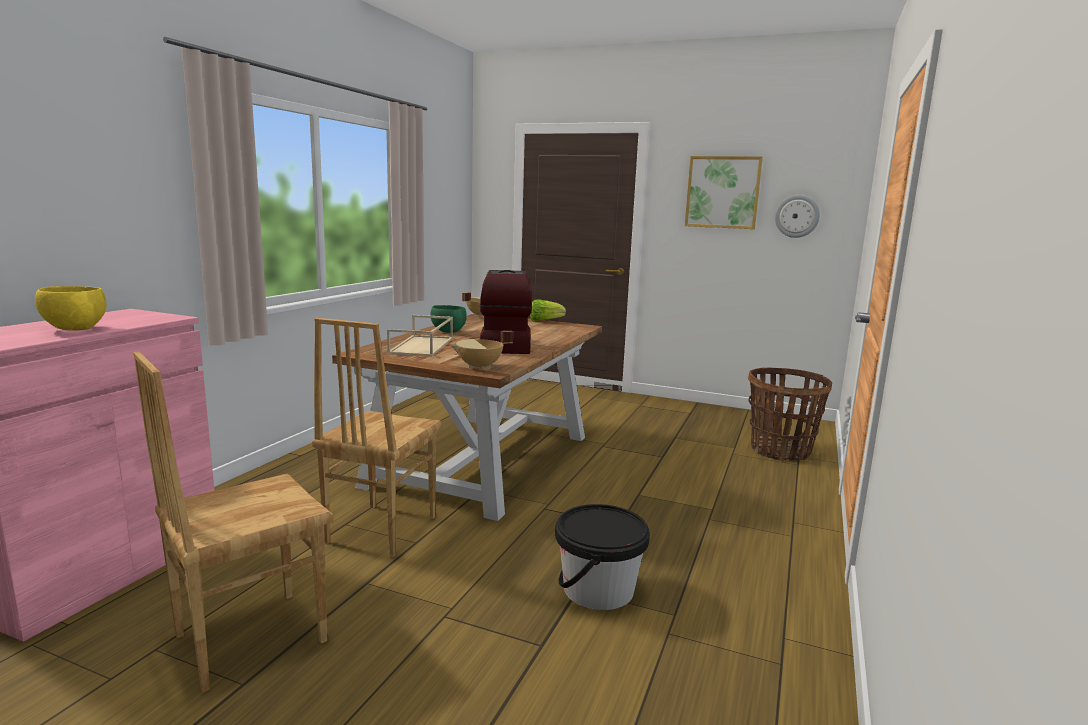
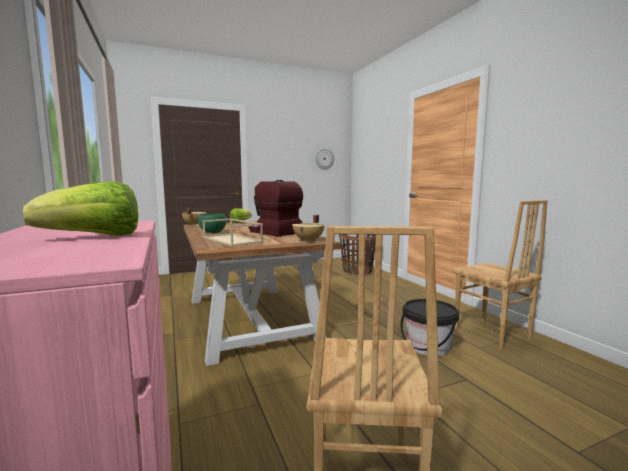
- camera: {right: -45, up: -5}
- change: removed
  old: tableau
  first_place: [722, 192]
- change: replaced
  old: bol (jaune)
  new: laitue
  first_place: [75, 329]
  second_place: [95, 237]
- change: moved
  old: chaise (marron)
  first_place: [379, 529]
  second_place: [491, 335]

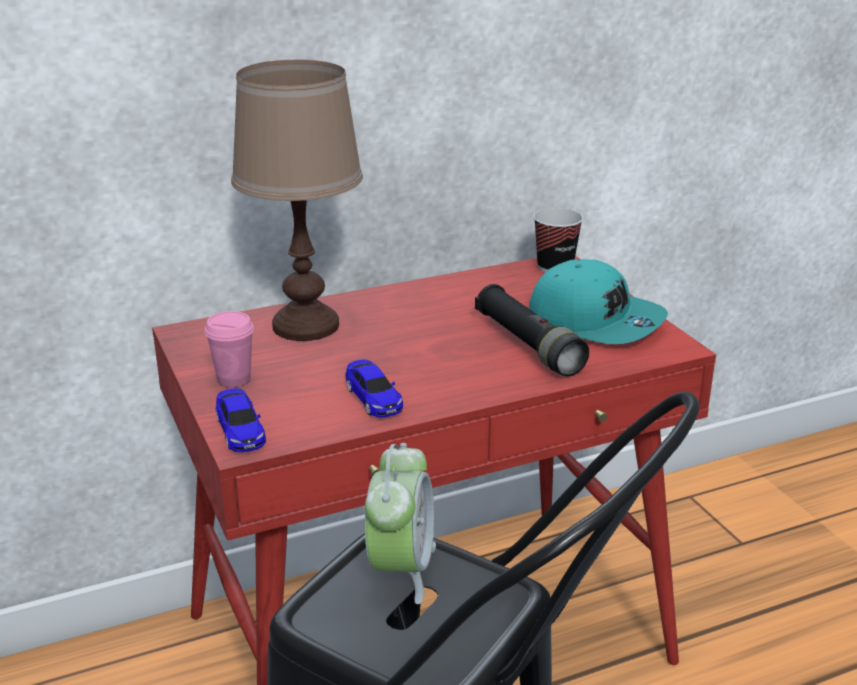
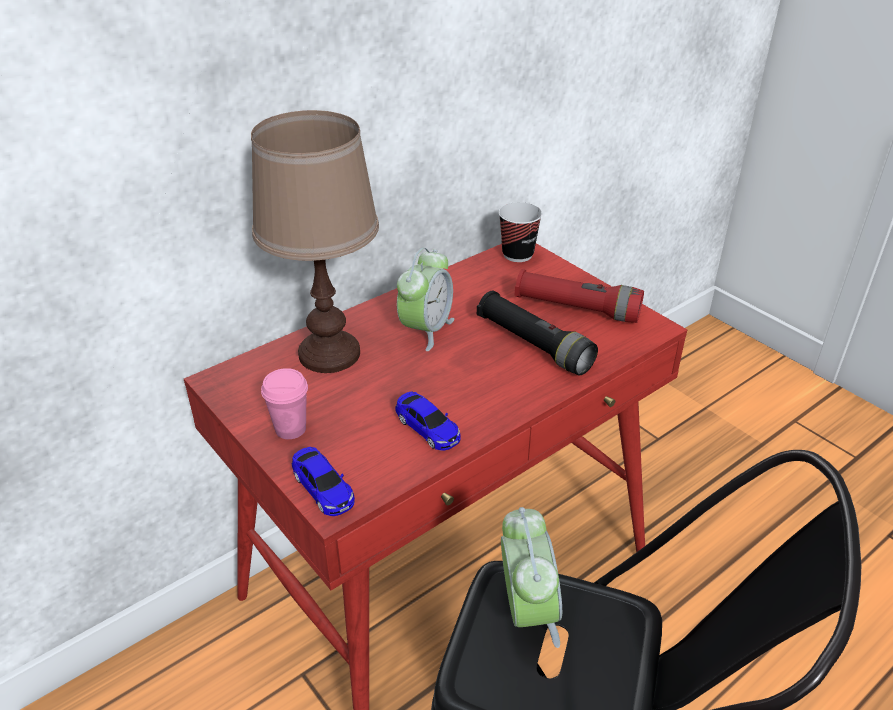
- camera: {right: -15, up: 10}
- change: replaced
  old: casquette (turquoise)
  new: lampe de poche (rouge)
  first_place: [595, 321]
  second_place: [576, 309]
- change: added
  new: réveil
  second_place: [426, 330]

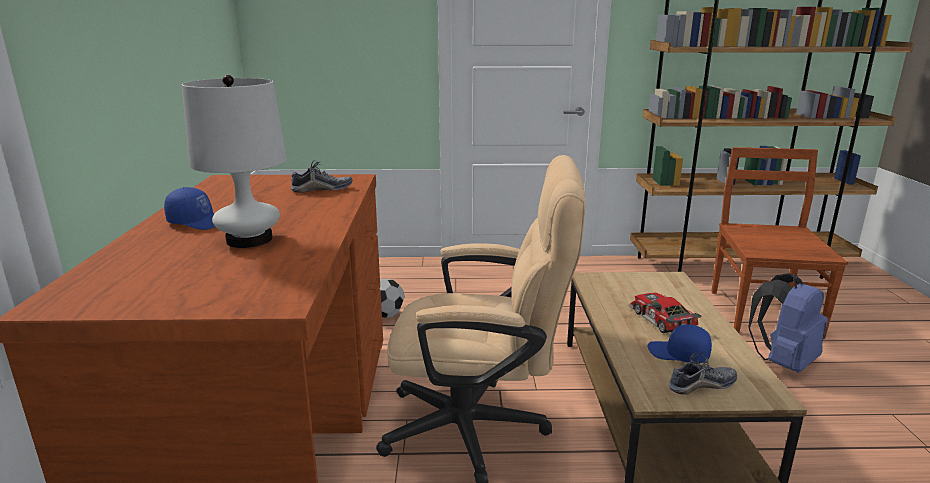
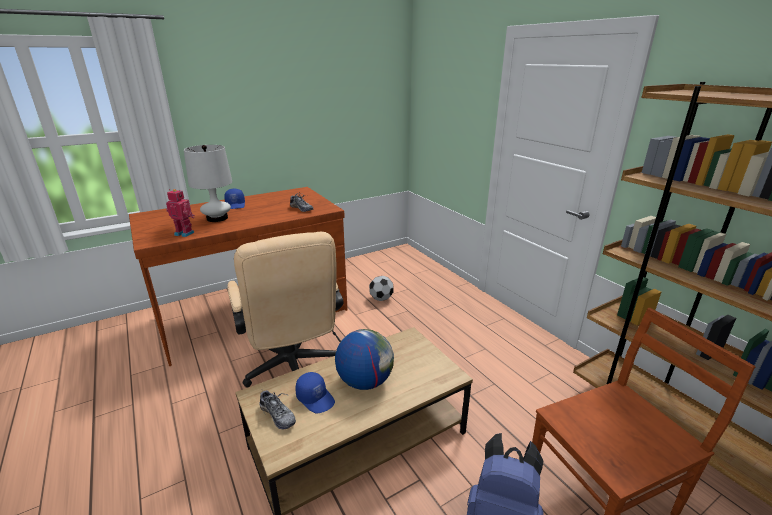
- camera: {right: 60, up: 5}
- change: replaced
  old: petite voiture
  new: globe
  first_place: [660, 320]
  second_place: [365, 381]
- change: turned
  old: casquette (bleu)
  first_place: [678, 354]
  second_place: [316, 398]
  degrees: 135
- change: added
  new: robot jouet
  second_place: [185, 233]

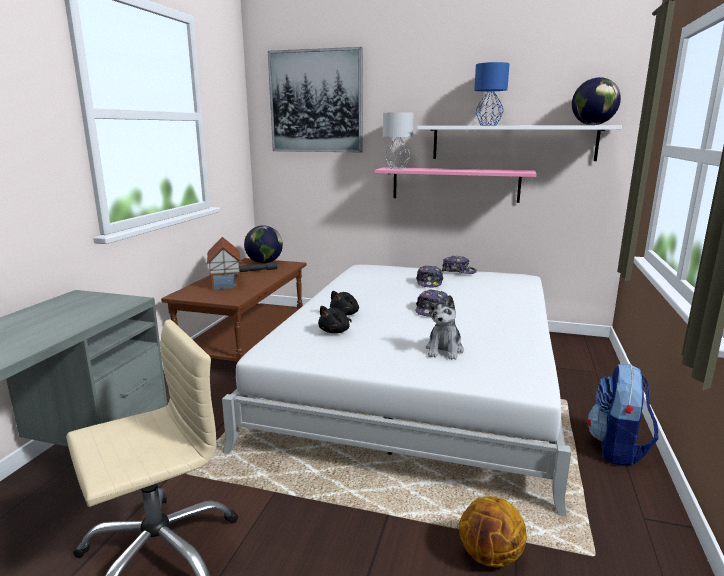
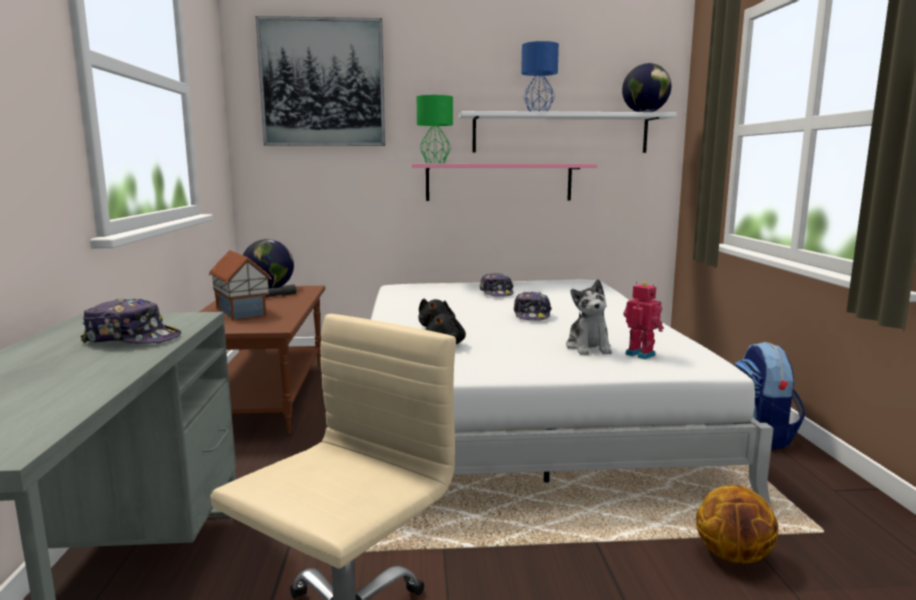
- camera: {right: -20, up: -5}
- change: recoloured
  old: lampe de table (gris)
  new: lampe de table (vert)
  first_place: [397, 168]
  second_place: [435, 163]
- change: moved
  old: casquette
  first_place: [458, 271]
  second_place: [133, 338]
- change: added
  new: robot jouet
  second_place: [641, 354]

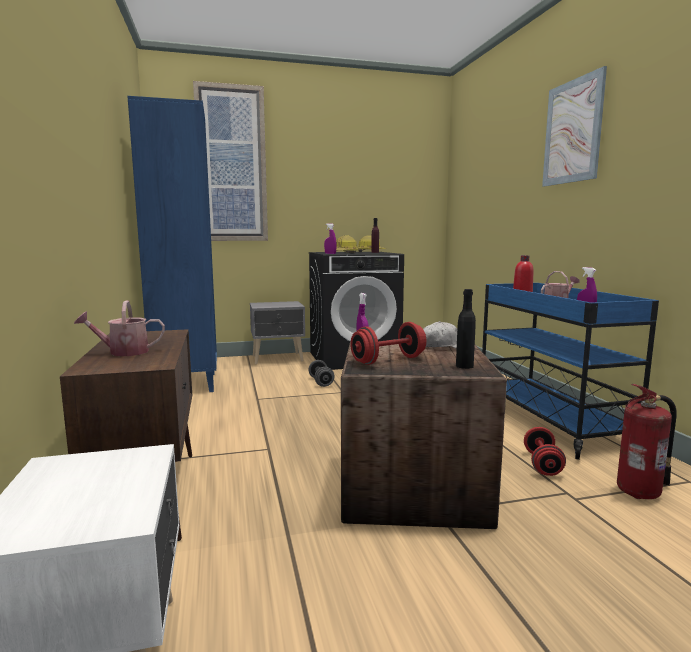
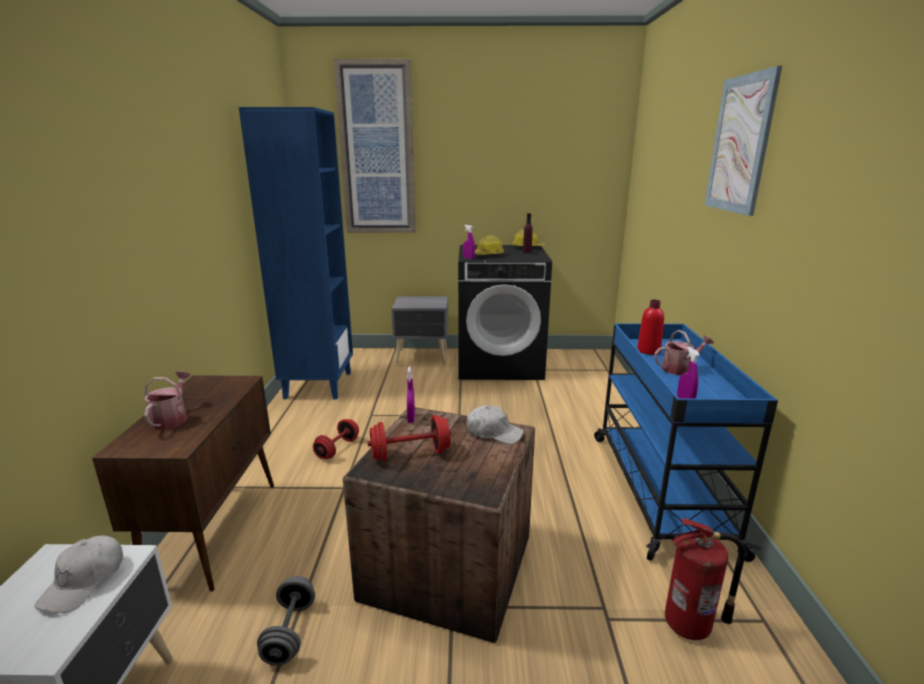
- camera: {right: 15, up: 10}
- change: removed
  old: bouteille (noir)
  first_place: [464, 366]
- change: turned
  old: arrosoir
  first_place: [123, 352]
  second_place: [172, 418]
  degrees: 90
- change: moved
  old: haltère (gris)
  first_place: [321, 382]
  second_place: [290, 632]
- change: moved
  old: haltère (rouge)
  first_place: [542, 464]
  second_place: [337, 449]
- change: added
  new: casquette (blanc)
  second_place: [84, 581]

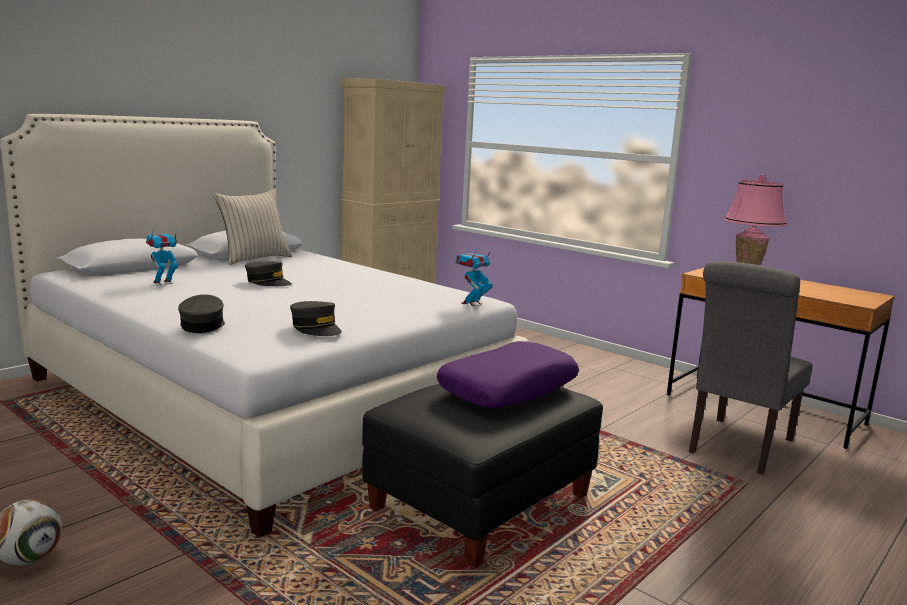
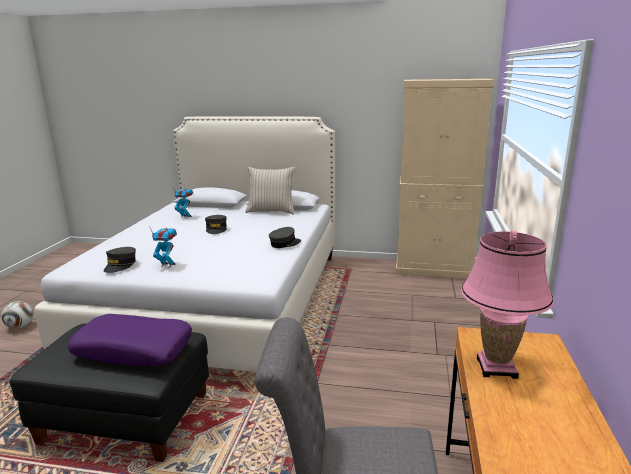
- camera: {right: 60, up: 5}
- change: moved
  old: robot jouet
  first_place: [471, 303]
  second_place: [167, 265]
- change: moved
  old: casquette (gris)
  first_place: [202, 325]
  second_place: [285, 243]

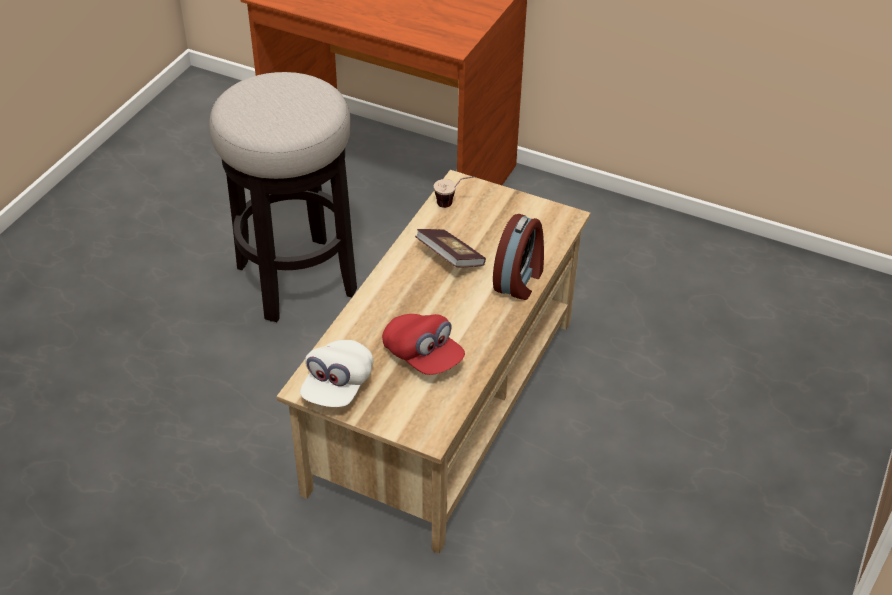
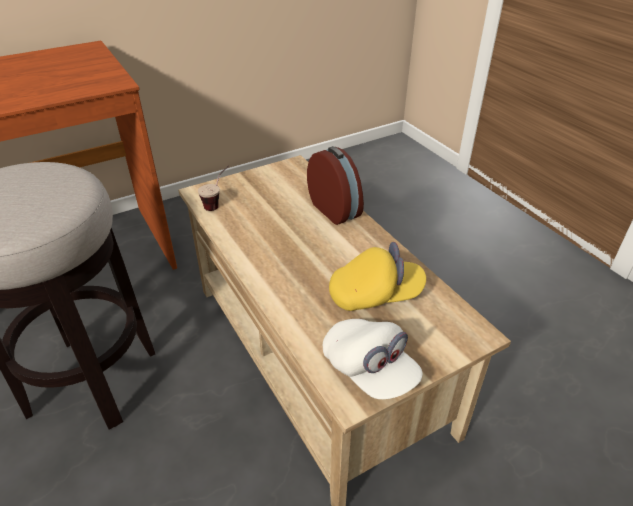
- camera: {right: -55, up: -5}
- change: removed
  old: livre
  first_place: [450, 258]
- change: recoloured
  old: casquette (rouge)
  new: casquette (jaune)
  first_place: [423, 356]
  second_place: [375, 295]

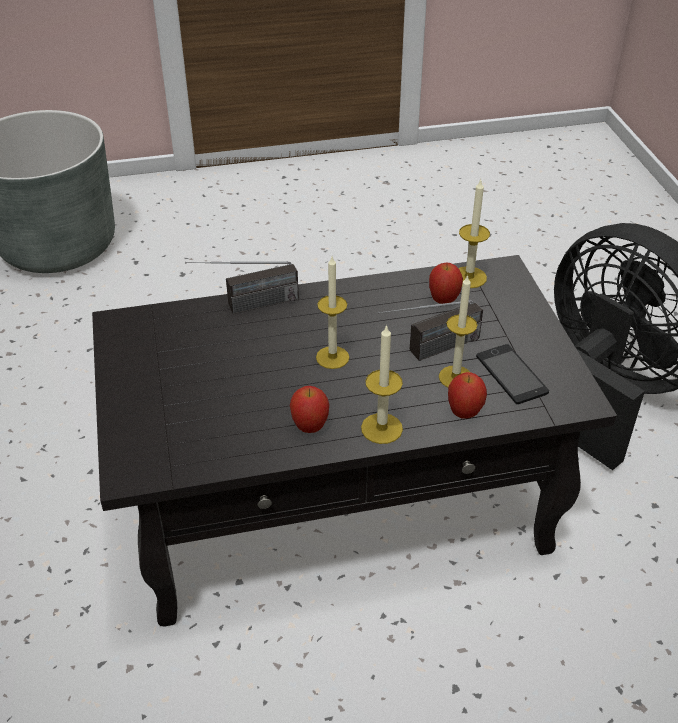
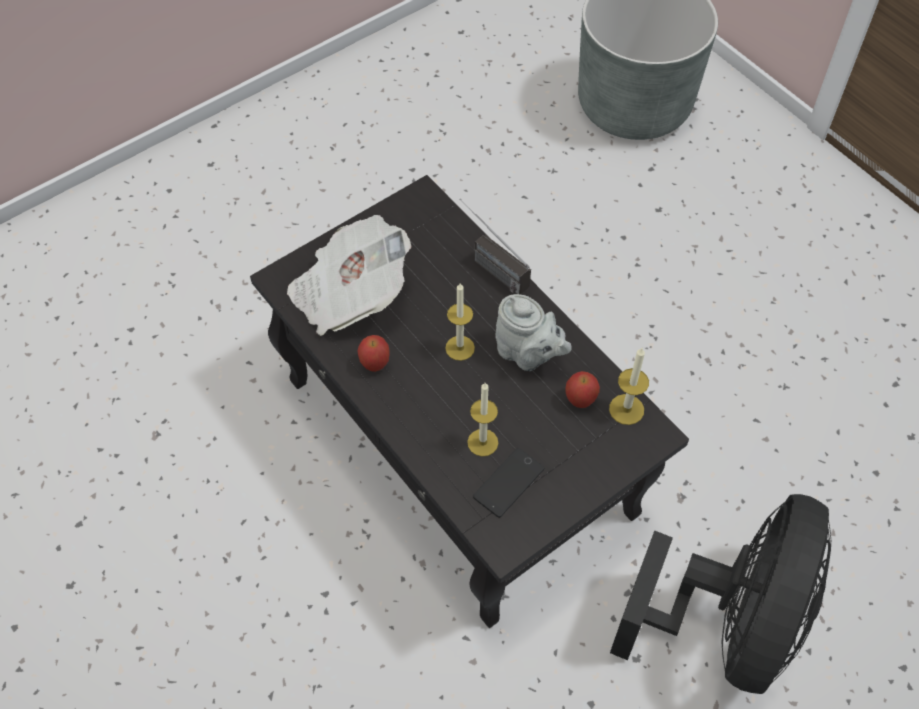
- camera: {right: 65, up: 15}
- change: removed
  old: radio
  first_place: [429, 352]
- change: removed
  old: bougie
  first_place: [381, 428]
- change: removed
  old: pomme
  first_place: [464, 413]
- change: added
  new: journal
  second_place: [349, 294]
- change: added
  new: théière (gris)
  second_place: [528, 354]

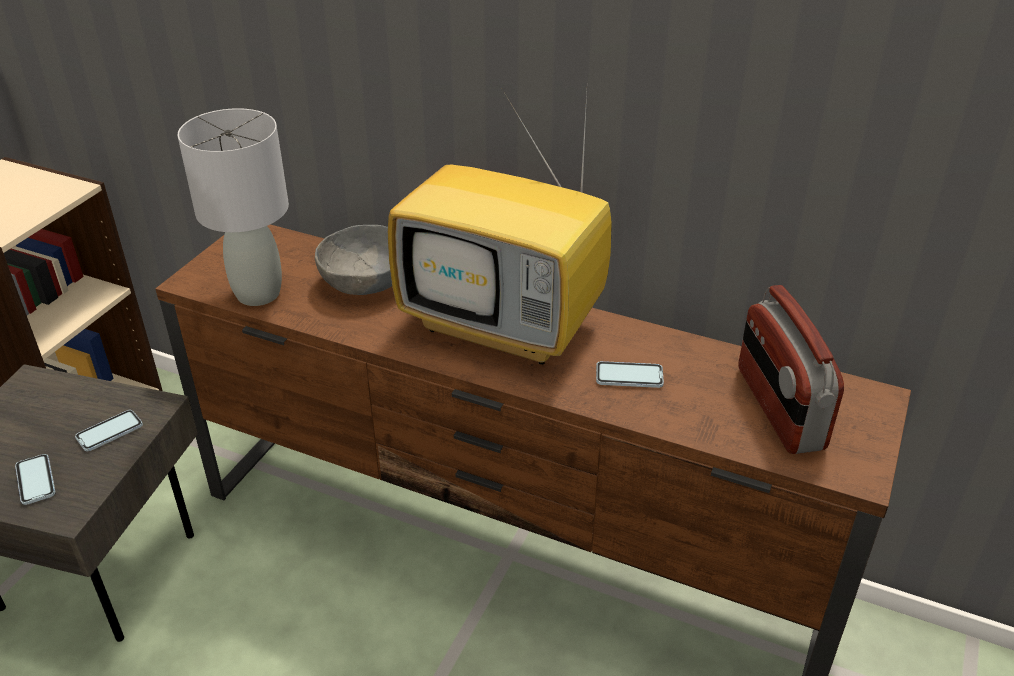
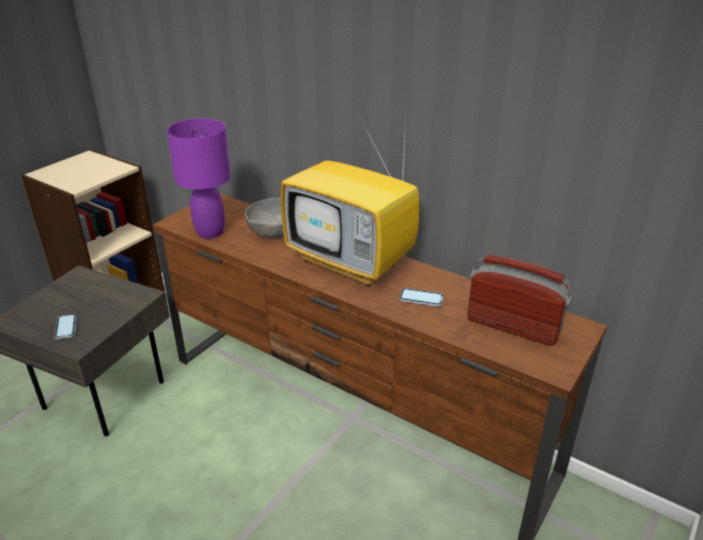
- camera: {right: 10, up: -5}
- change: recoloured
  old: lampe de table (gris)
  new: lampe de table (violet)
  first_place: [259, 294]
  second_place: [211, 232]
- change: turned
  old: radio
  first_place: [778, 408]
  second_place: [513, 326]
  degrees: 120
- change: removed
  old: téléphone
  first_place: [109, 432]

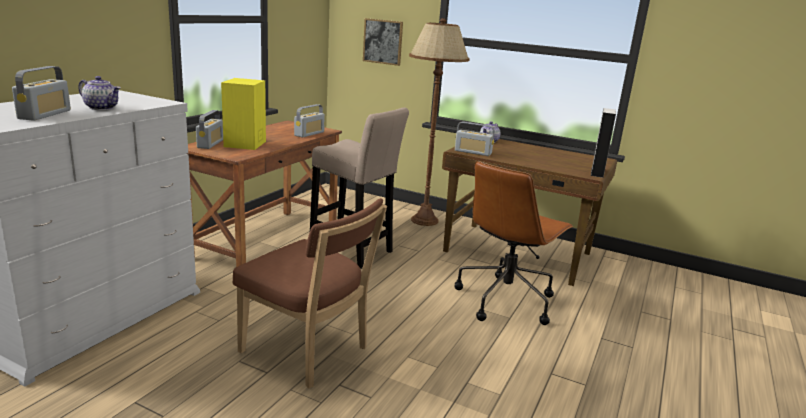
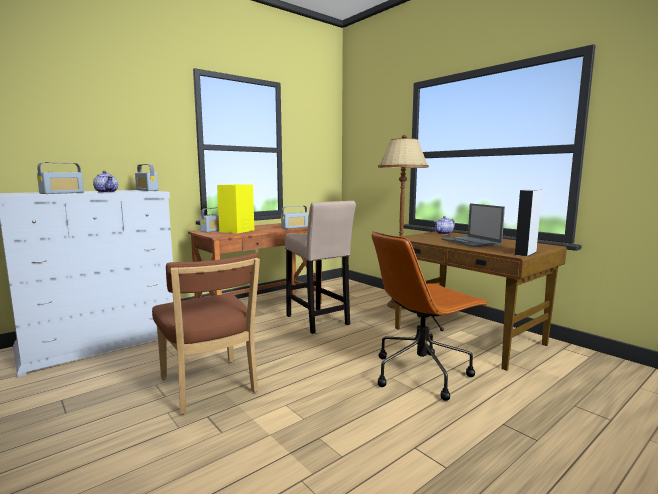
- camera: {right: 25, up: -10}
- change: removed
  old: tableau
  first_place: [383, 41]
- change: moved
  old: radio
  first_place: [473, 152]
  second_place: [147, 190]
- change: added
  new: ordinateur portable
  second_place: [471, 242]

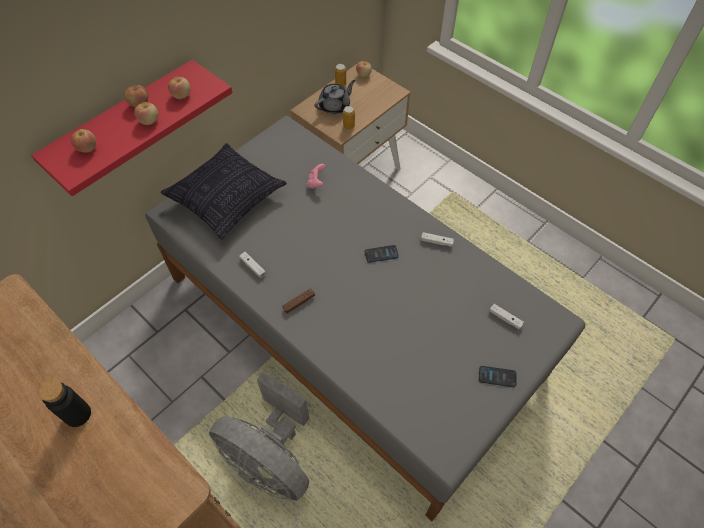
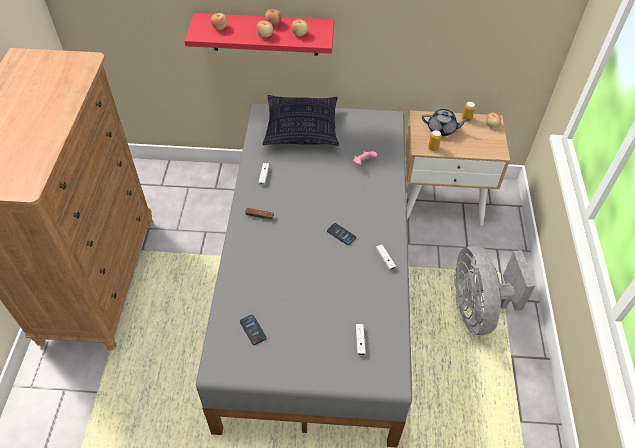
- camera: {right: 50, up: -5}
- change: moved
  old: téléphone
  first_place: [497, 376]
  second_place: [253, 330]
- change: moved
  old: ventilateur (gris)
  first_place: [271, 458]
  second_place: [477, 309]
- change: removed
  old: bouteille (noir)
  first_place: [78, 414]

